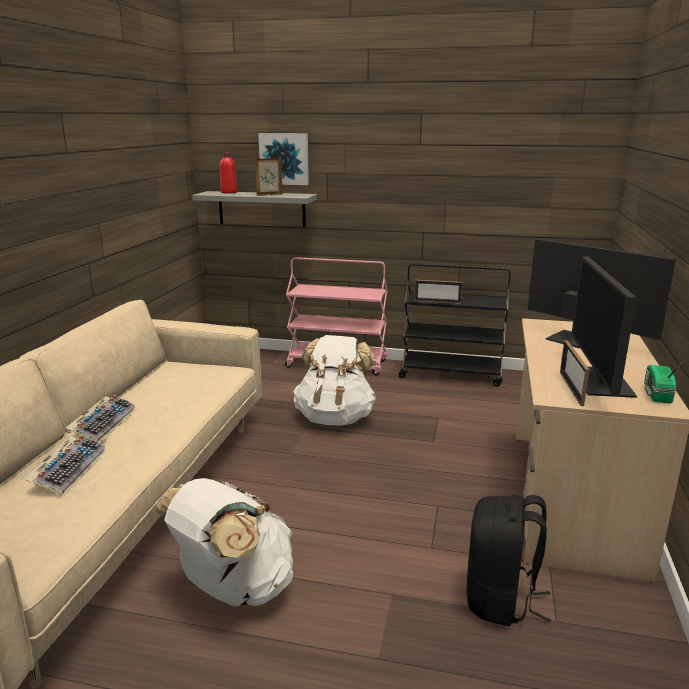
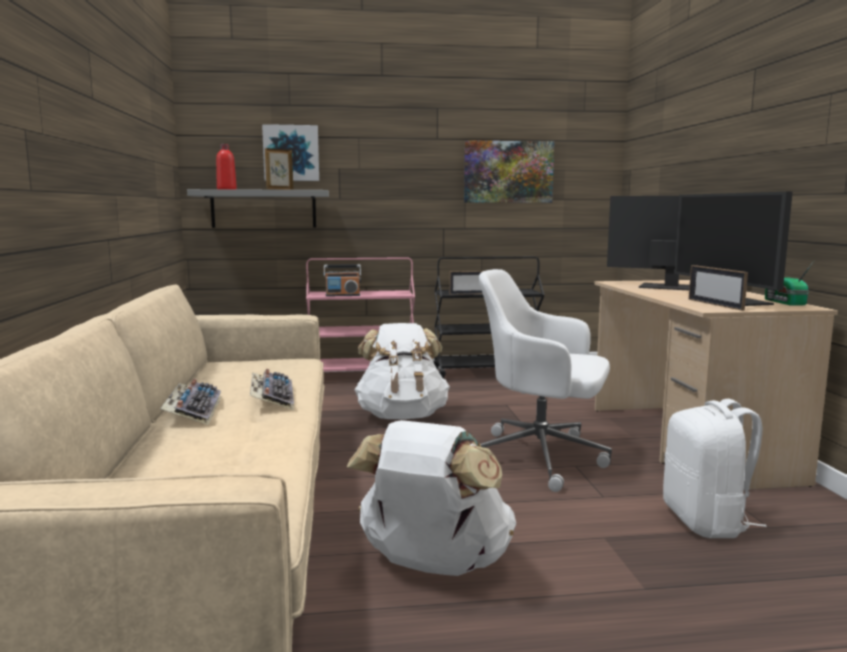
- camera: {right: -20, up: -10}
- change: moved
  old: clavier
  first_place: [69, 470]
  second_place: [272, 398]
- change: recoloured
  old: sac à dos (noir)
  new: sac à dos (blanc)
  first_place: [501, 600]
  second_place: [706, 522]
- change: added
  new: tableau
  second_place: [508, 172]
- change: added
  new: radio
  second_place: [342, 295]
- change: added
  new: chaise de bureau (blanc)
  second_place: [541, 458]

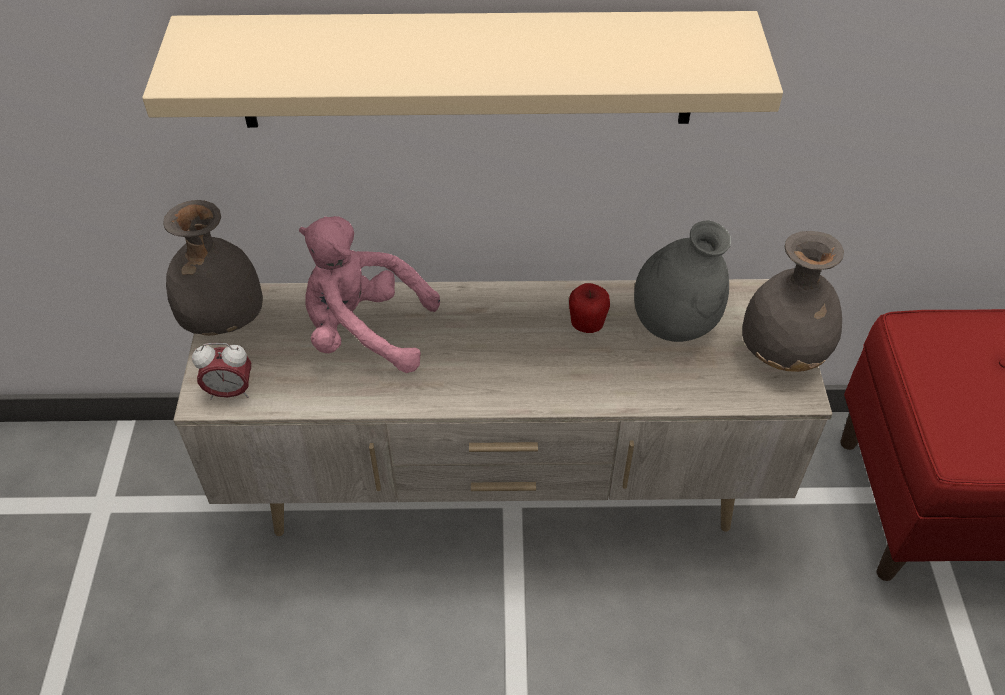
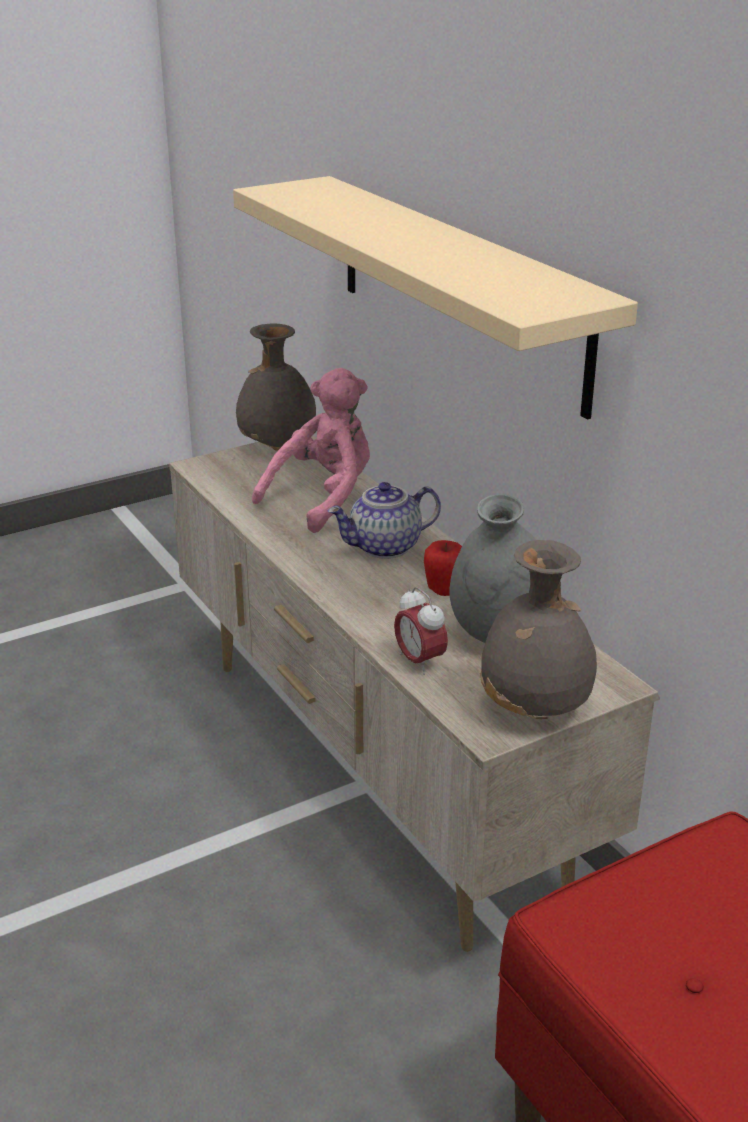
- camera: {right: 60, up: -20}
- change: turned
  old: peluche (rose)
  first_place: [364, 332]
  second_place: [324, 499]
  degrees: 60
- change: moved
  old: réveil
  first_place: [230, 392]
  second_place: [419, 661]
- change: added
  new: théière
  second_place: [385, 548]

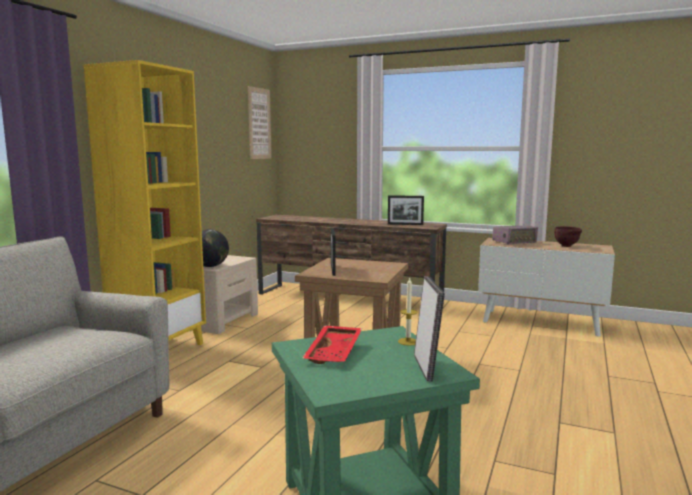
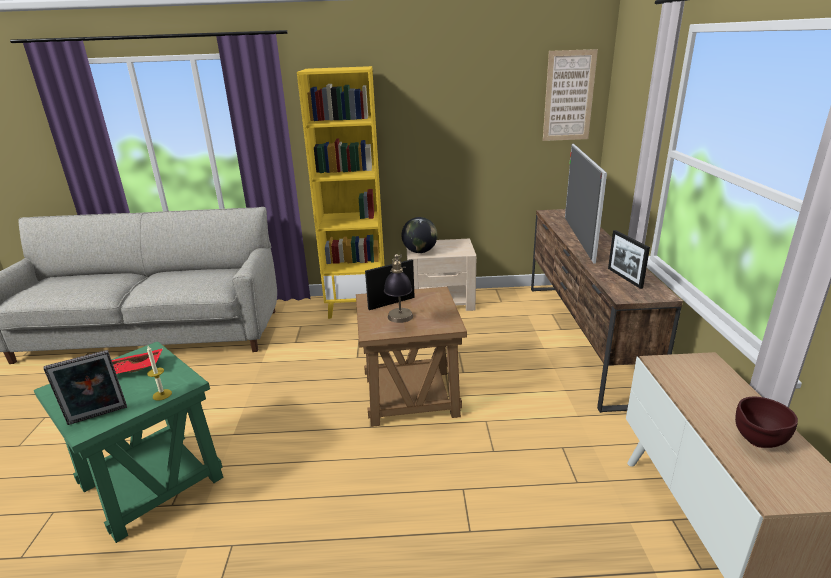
- camera: {right: 65, up: 15}
- change: removed
  old: radio
  first_place: [514, 242]
- change: added
  new: téléviseur
  second_place: [578, 237]
- change: added
  new: lampe de table
  second_place: [400, 322]

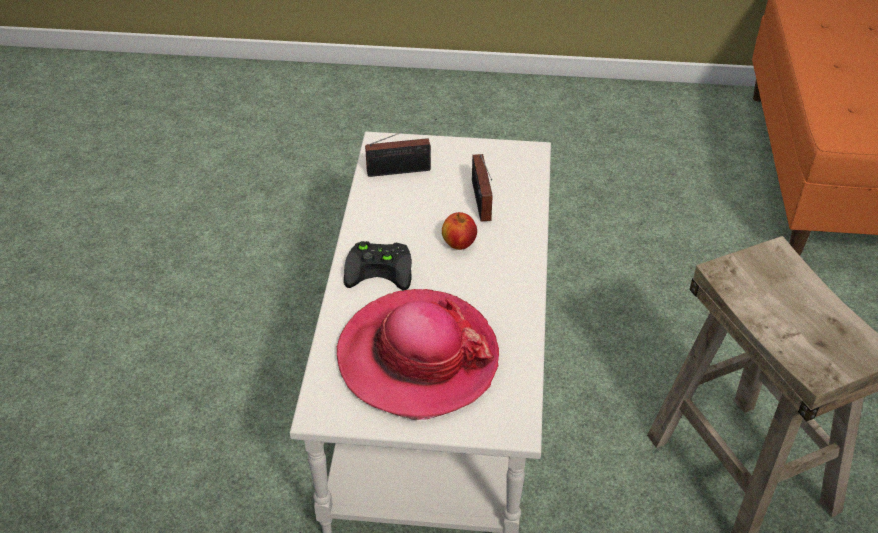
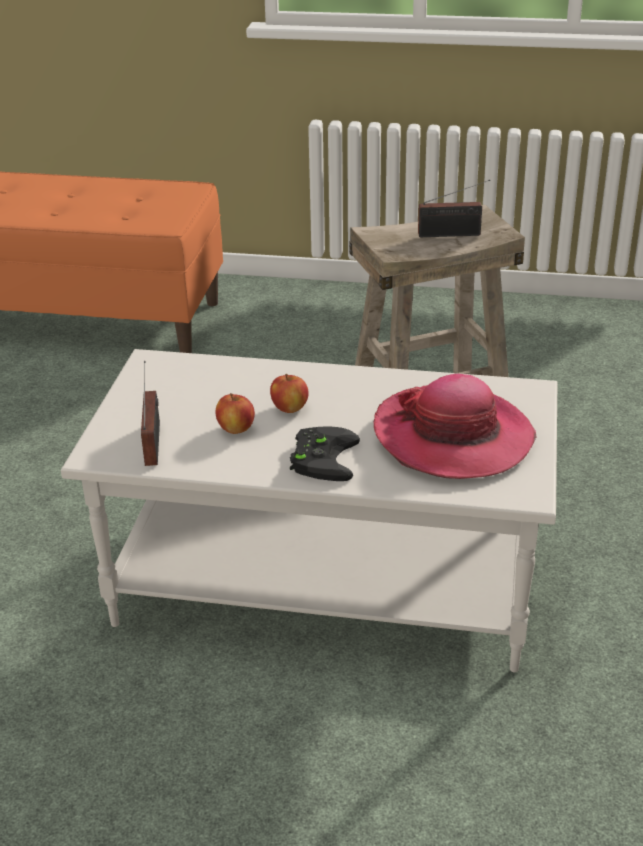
- camera: {right: -85, up: -10}
- change: moved
  old: radio
  first_place: [481, 203]
  second_place: [452, 234]
- change: added
  new: pomme
  second_place: [236, 429]

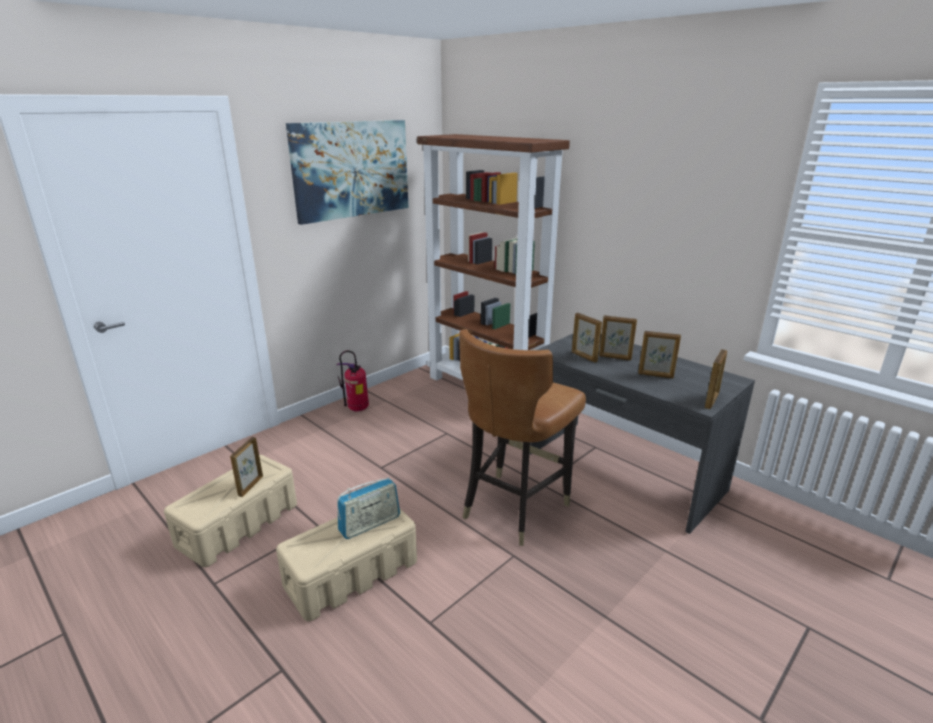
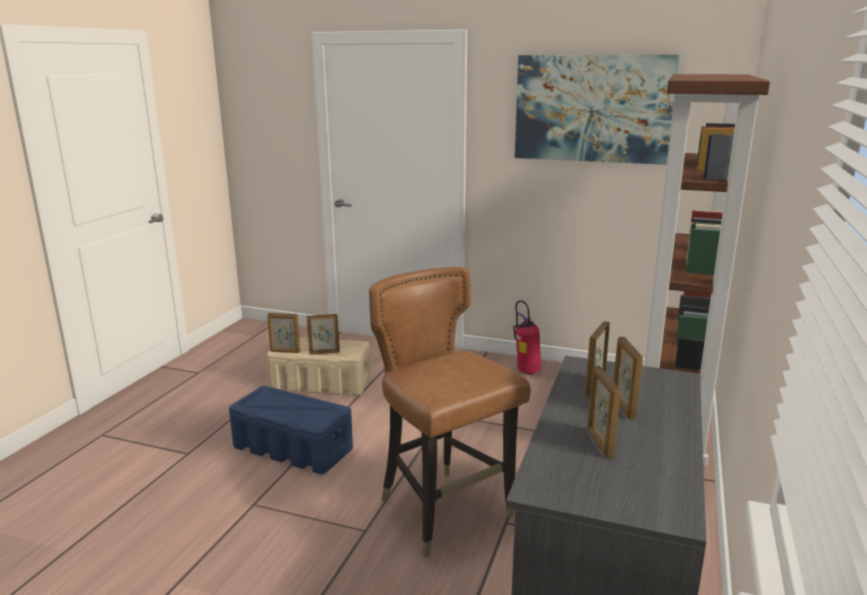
- camera: {right: 65, up: -5}
- change: turned
  old: chaise (marron)
  first_place: [514, 507]
  second_place: [444, 511]
  degrees: 45
- change: moved
  old: cadre photo
  first_place: [711, 401]
  second_place: [285, 351]
- change: removed
  old: radio
  first_place: [370, 524]
- change: recoloured
  old: boîte de rangement (beige)
  new: boîte de rangement (bleu)
  first_place: [352, 573]
  second_place: [293, 448]

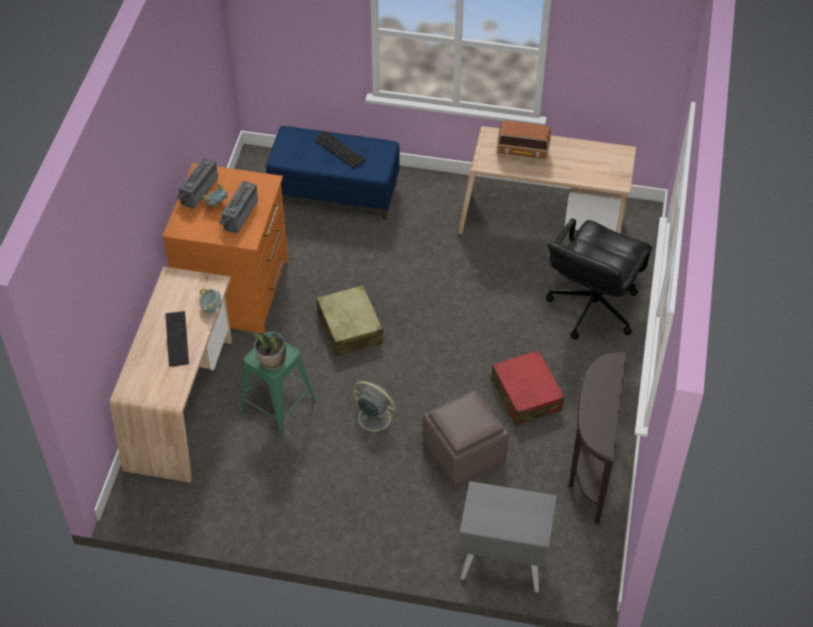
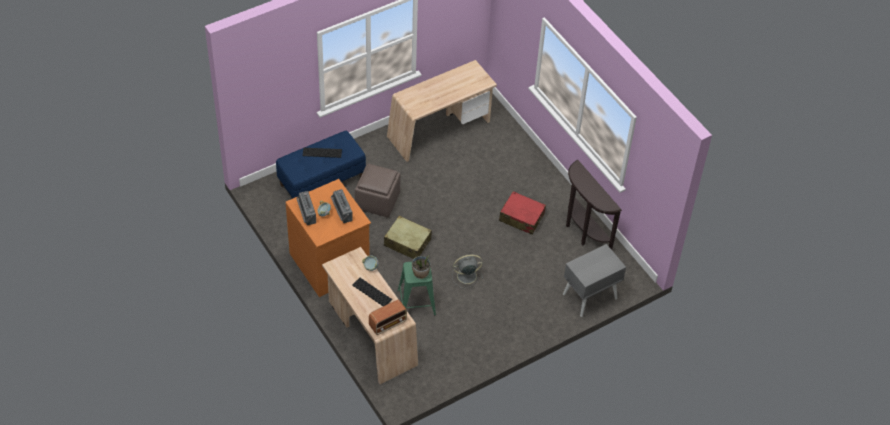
- camera: {right: -45, up: 0}
- change: moved
  old: radio
  first_place: [523, 153]
  second_place: [388, 324]
- change: removed
  old: chaise de bureau (noir)
  first_place: [591, 308]
- change: moved
  old: pouf (marron)
  first_place: [463, 455]
  second_place: [378, 201]

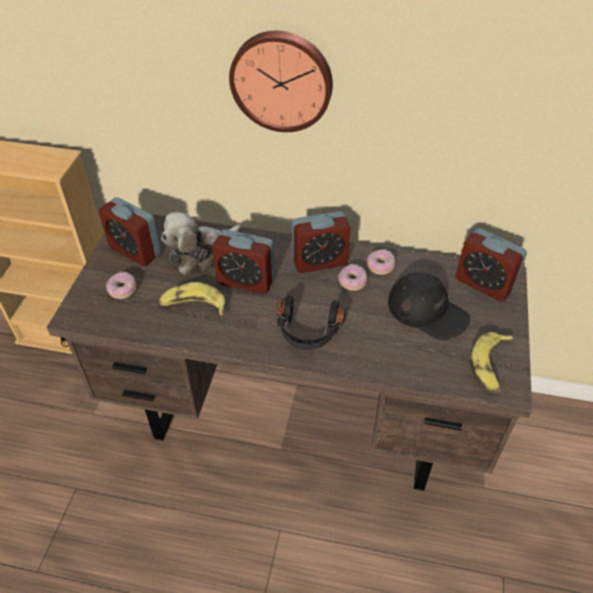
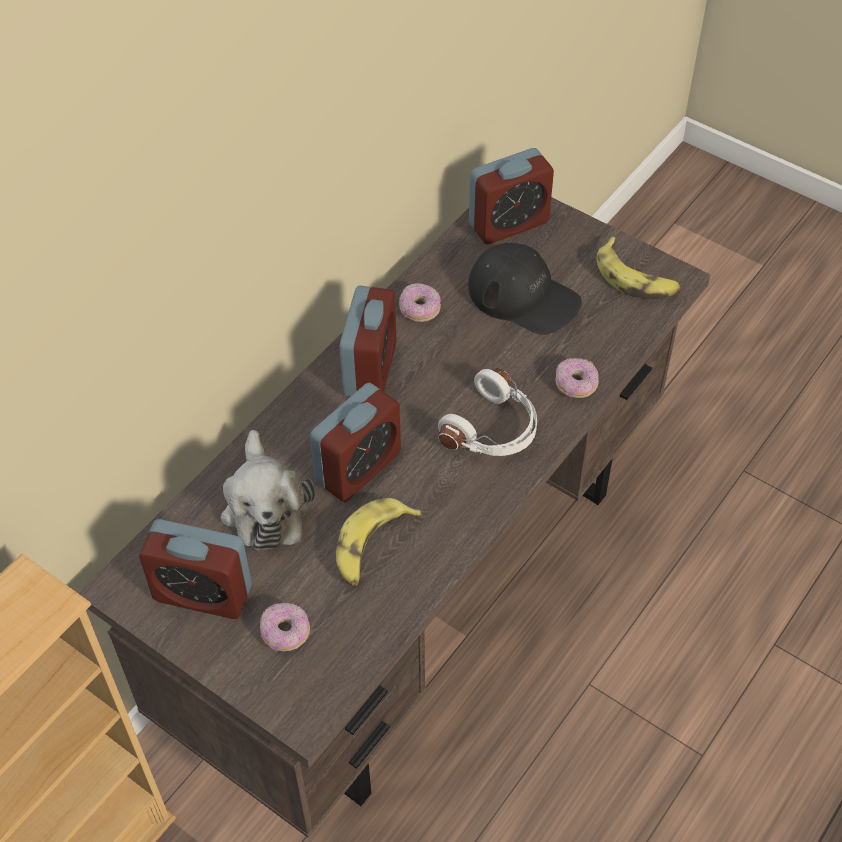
- camera: {right: -65, up: 5}
- change: removed
  old: horloge murale
  first_place: [282, 80]
- change: turned
  old: réveil
  first_place: [135, 251]
  second_place: [203, 593]
  degrees: 45
- change: moved
  old: beignet
  first_place: [352, 282]
  second_place: [576, 384]
- change: turned
  old: casquette (noir)
  first_place: [427, 311]
  second_place: [524, 296]
  degrees: 60
- change: recoloured
  old: casque audio (noir)
  new: casque audio (blanc)
  first_place: [308, 331]
  second_place: [493, 430]

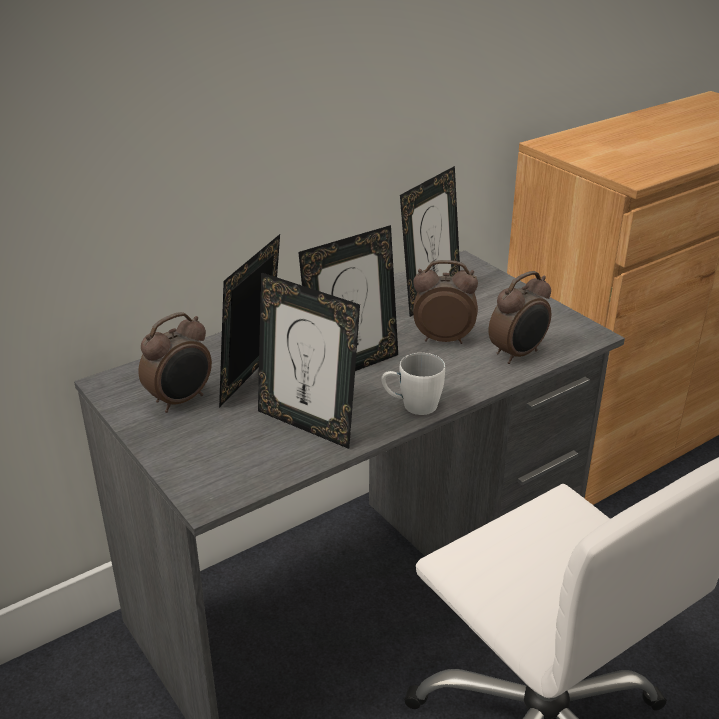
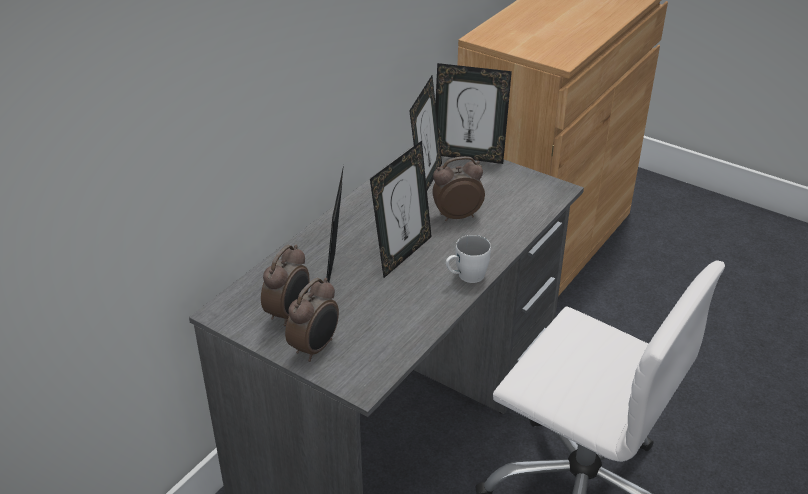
- camera: {right: -20, up: 5}
- change: moved
  old: réveil
  first_place: [518, 354]
  second_place: [316, 348]
- change: moved
  old: cadre photo
  first_place: [307, 424]
  second_place: [468, 156]

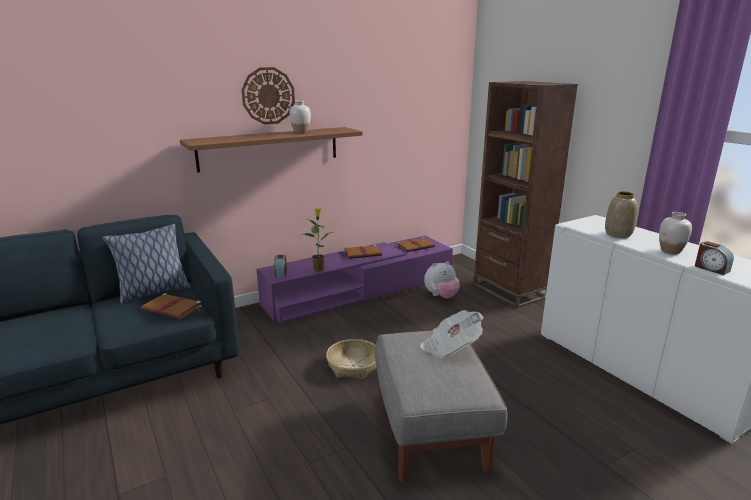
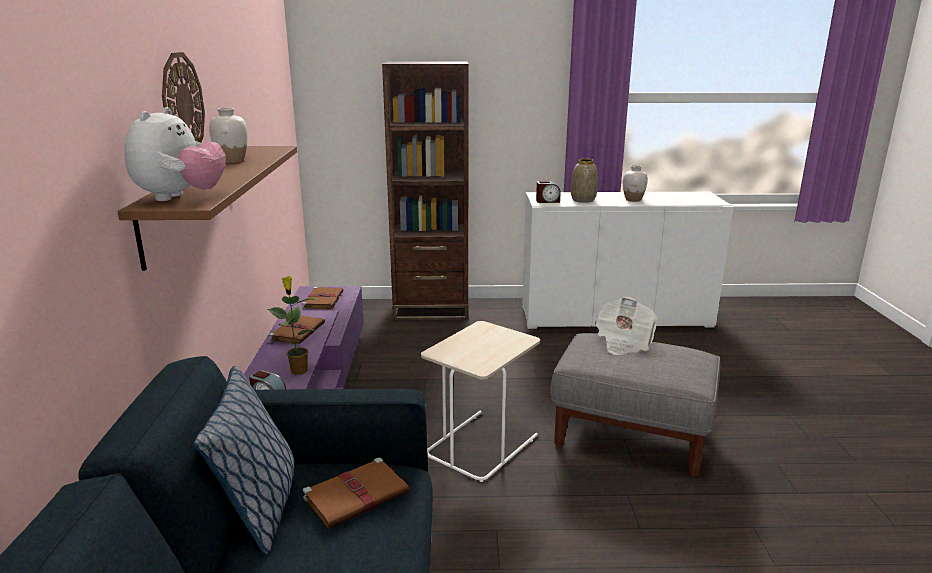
- camera: {right: -60, up: 0}
- change: moved
  old: réveil
  first_place: [711, 268]
  second_place: [547, 201]
- change: moved
  old: peluche
  first_place: [441, 296]
  second_place: [180, 198]
- change: replaced
  old: panier
  new: table d'appoint (beige)
  first_place: [353, 365]
  second_place: [480, 444]

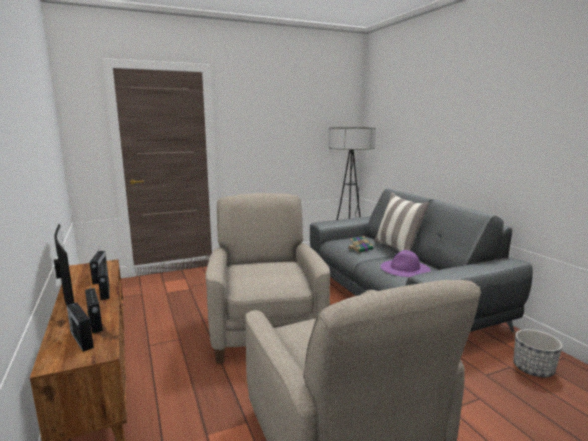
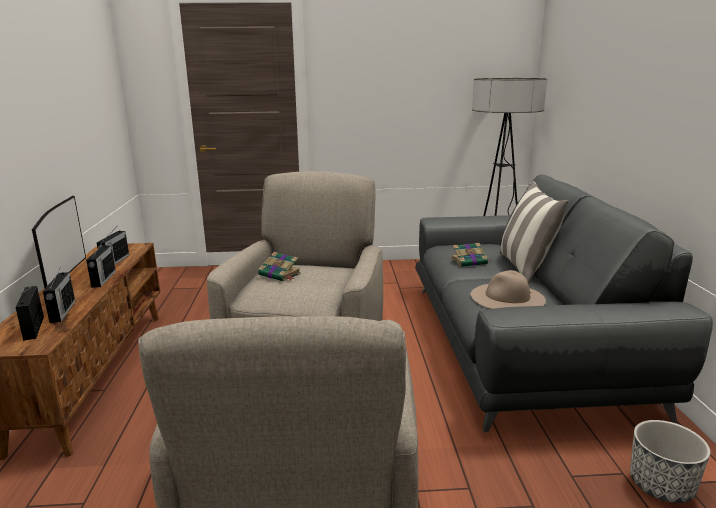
- camera: {right: 20, up: 5}
- change: recoloured
  old: chapeau (violet)
  new: chapeau (beige)
  first_place: [405, 268]
  second_place: [507, 297]
- change: added
  new: livre
  second_place: [280, 274]

